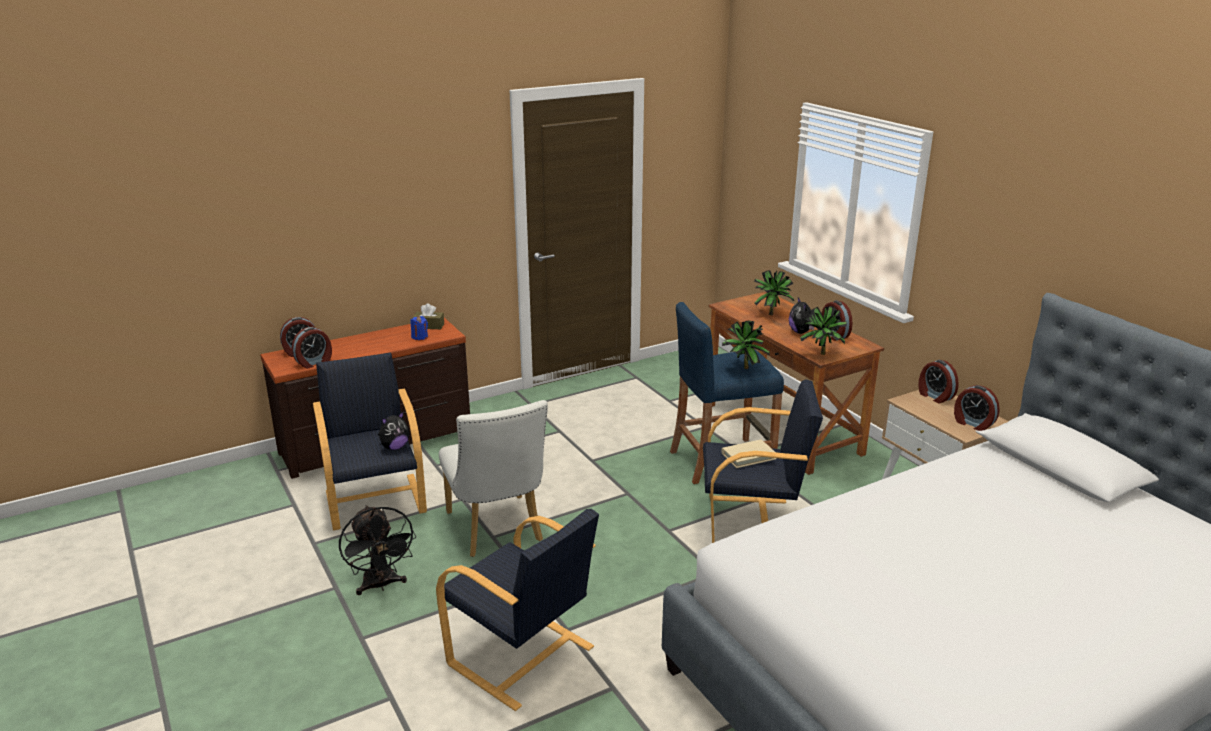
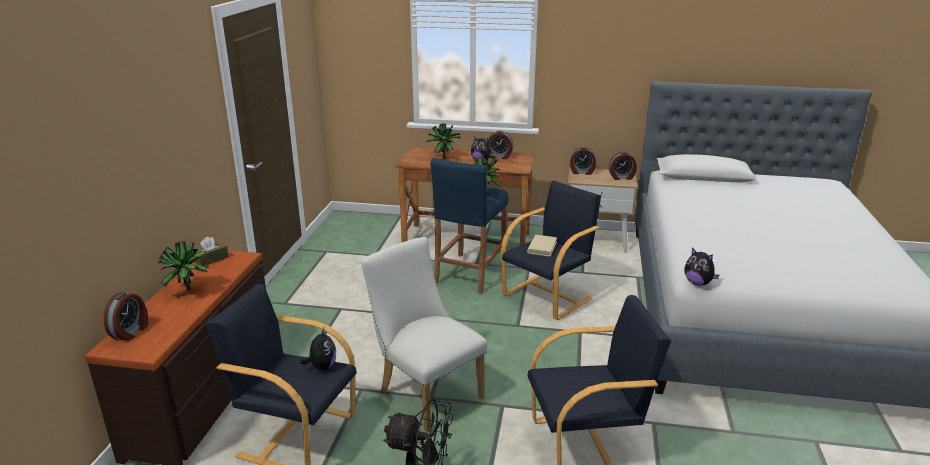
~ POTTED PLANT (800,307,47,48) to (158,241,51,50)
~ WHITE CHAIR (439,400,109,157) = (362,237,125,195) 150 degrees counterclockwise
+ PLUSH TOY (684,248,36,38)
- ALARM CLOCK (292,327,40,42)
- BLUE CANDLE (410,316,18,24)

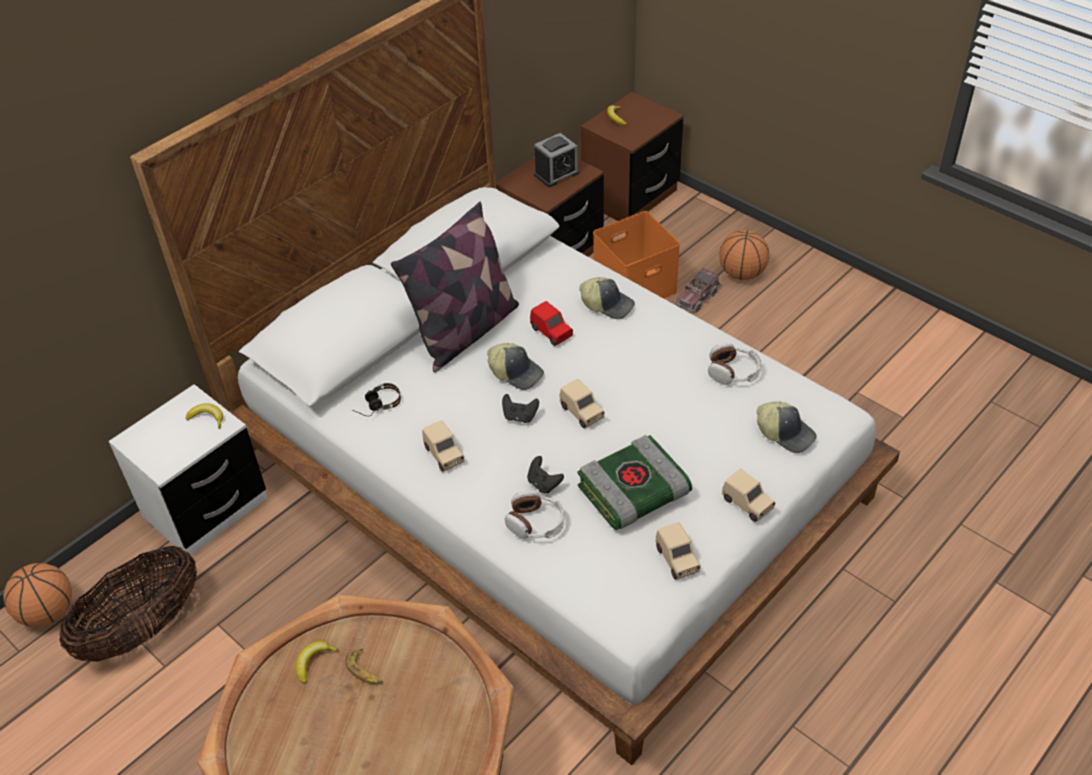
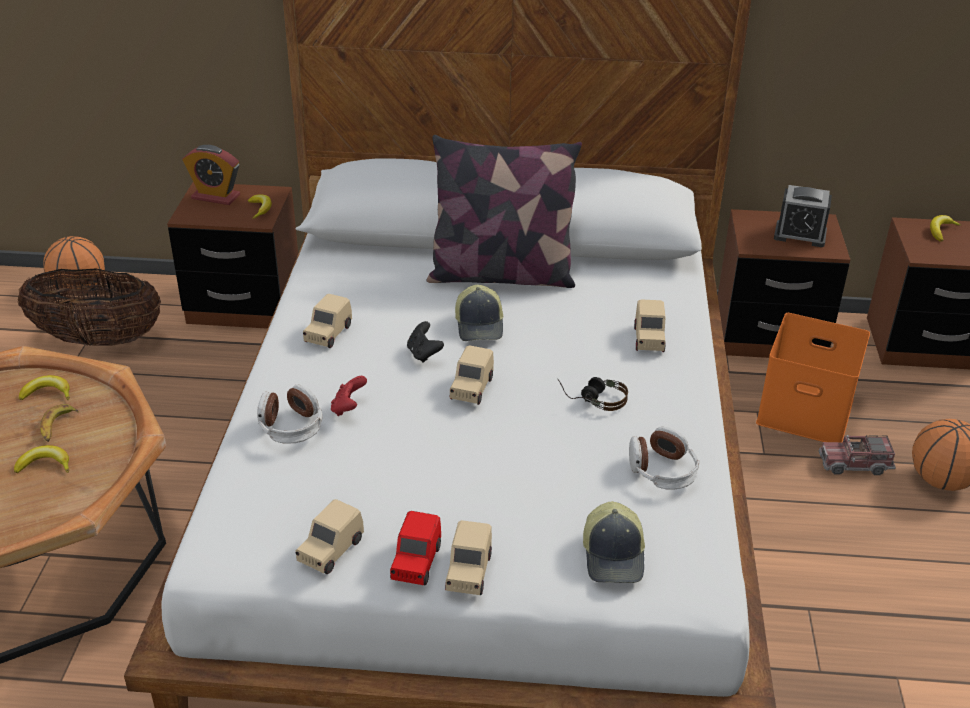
+ BANANA (14,445,55,28)
~ WHITE NIGHTSTAND (109,384,158,172) to BROWN NIGHTSTAND (167,182,131,146)
+ ALARM CLOCK (182,145,58,60)
~ BLACK GAME CONTROLLER (527,456,37,38) to RED GAME CONTROLLER (331,376,36,40)
~ RED TOY CAR (530,301,43,45) to (390,511,51,75)
~ HEADPHONES (352,383,49,33) to (557,377,71,34)
~ CAP (579,277,56,42) to BEIGE TOY CAR (634,299,32,53)
- BOOK (578,435,114,95)

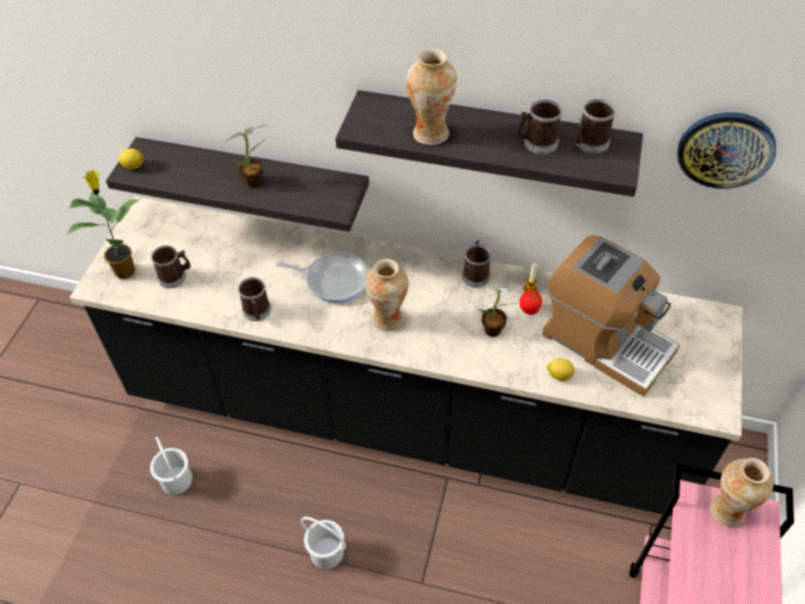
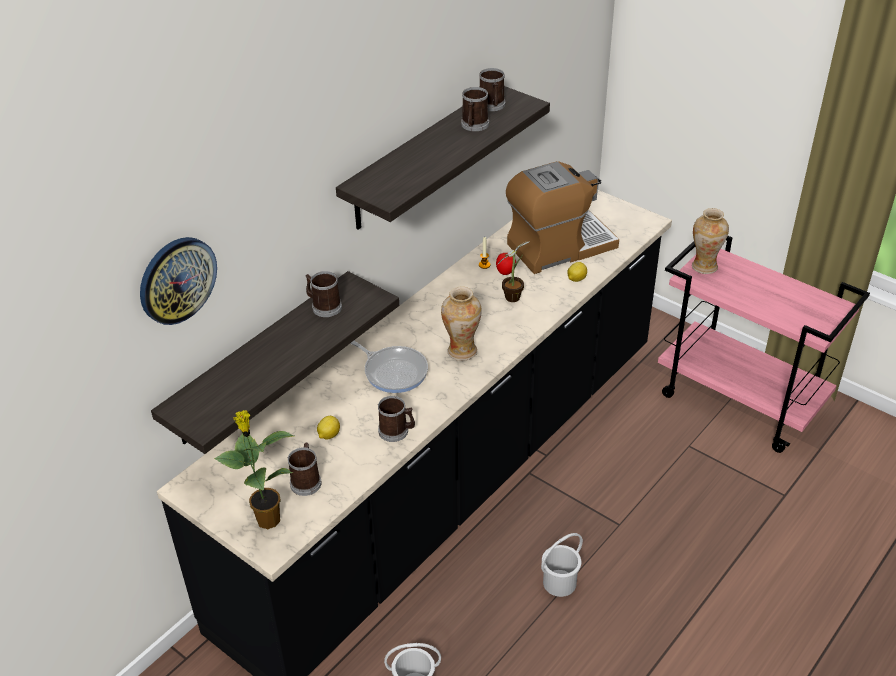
~ WALL CLOCK (677,112,99,77) to (140,237,77,88)
~ MUG (462,240,29,48) to (306,271,36,46)
~ LEMON (118,148,25,21) to (317,416,23,24)
~ FRYING PAN (276,252,93,51) = (350,341,78,52) 90 degrees clockwise
- POTTED PLANT (225,125,42,63)
- VASE (406,48,51,97)

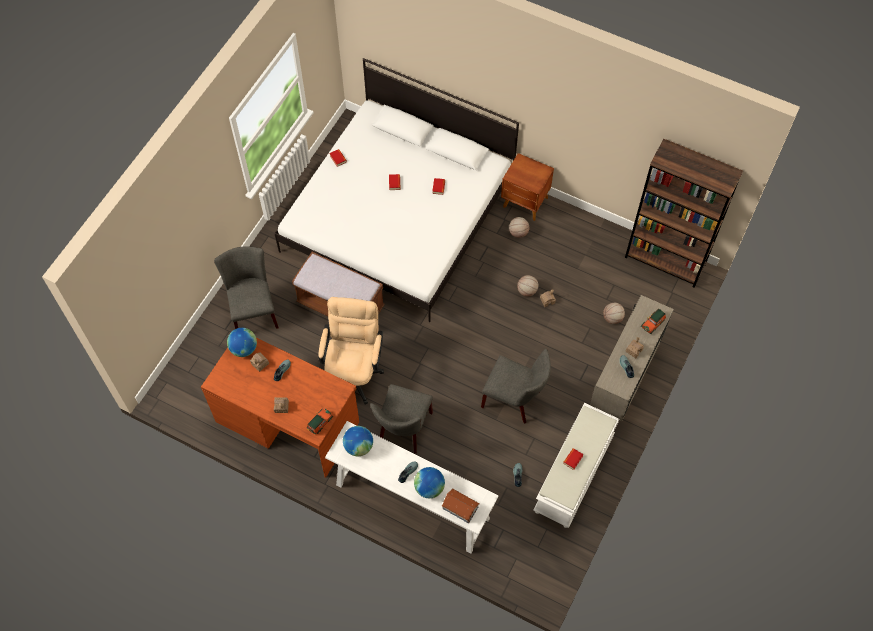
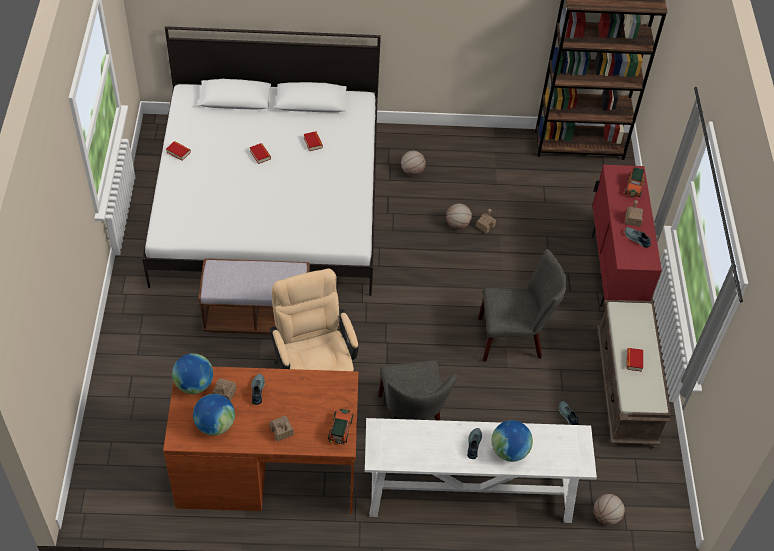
~ GLOBE (343,426,30,30) to (193,394,42,42)
~ BEIGE CABINET (590,295,84,127) to RED CABINET (591,165,71,142)
~ BASKETBALL (603,303,22,21) to (594,494,31,31)
~ WHITE BENCH (533,403,87,125) to BROWN BENCH (597,300,74,148)
- GREY CHAIR (214,247,65,82)
- TOY HOUSE (442,488,38,35)
- BROWN NIGHTSTAND (501,153,53,68)

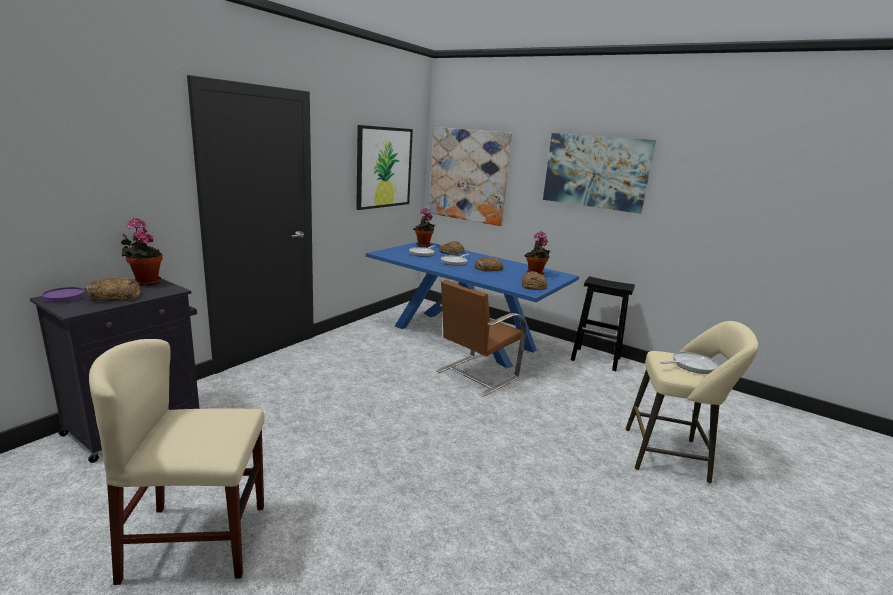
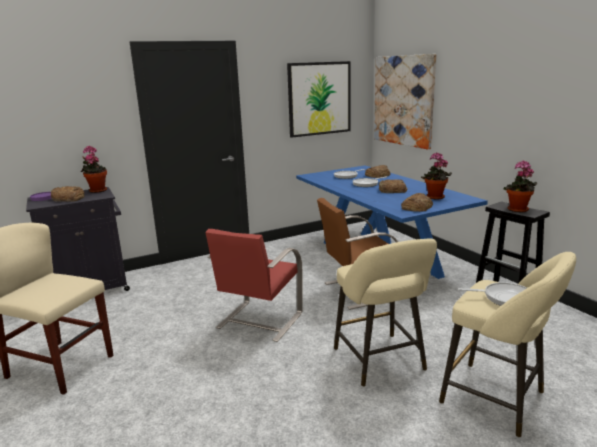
+ RED CHAIR (205,229,98,113)
+ BEIGE STOOL (334,238,103,149)
~ POTTED PLANT (413,208,22,39) to (503,160,34,52)
- PICTURE (543,133,113,81)

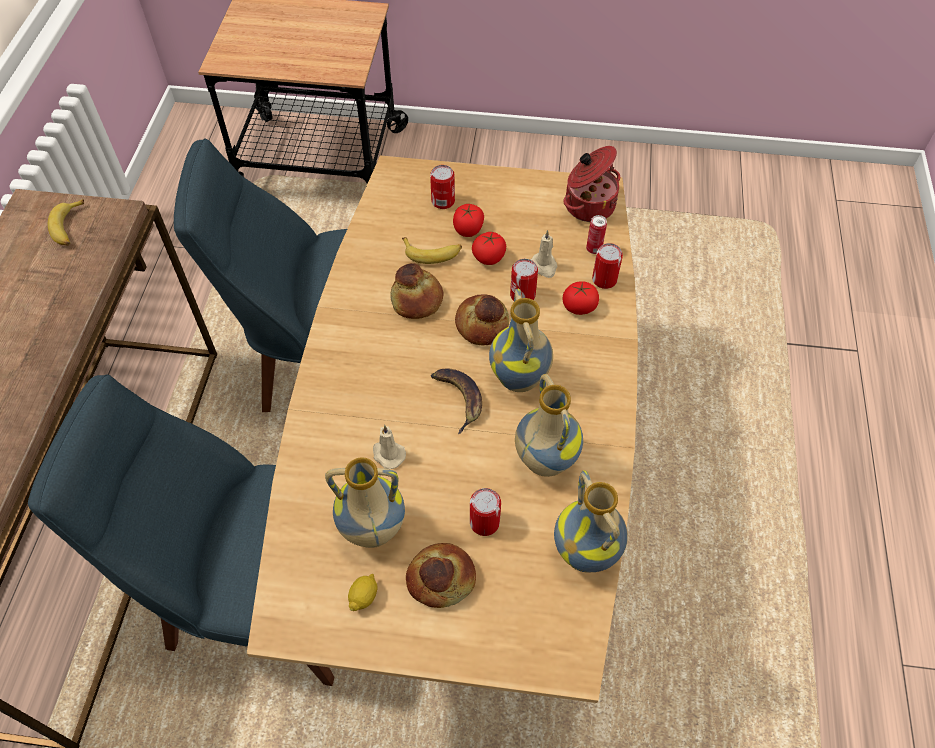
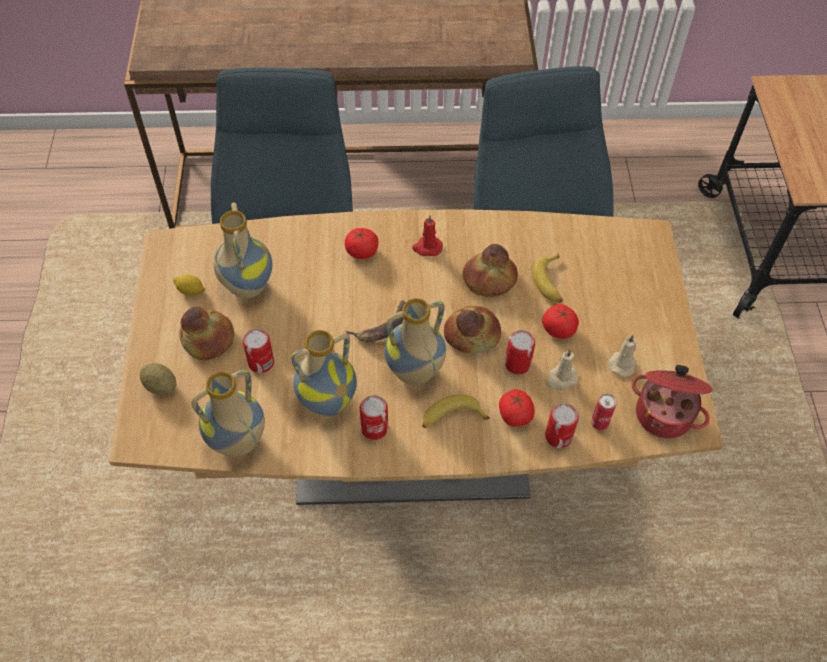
+ POTATO (140,363,36,32)
~ TOMATO (453,204,31,33) to (345,228,33,31)
~ CAN (430,165,25,44) to (360,395,28,45)
+ RED CANDLE (412,215,31,41)
~ BANANA (48,199,36,47) to (422,394,68,34)
~ BEIGE CANDLE (373,425,33,44) to (608,335,29,42)

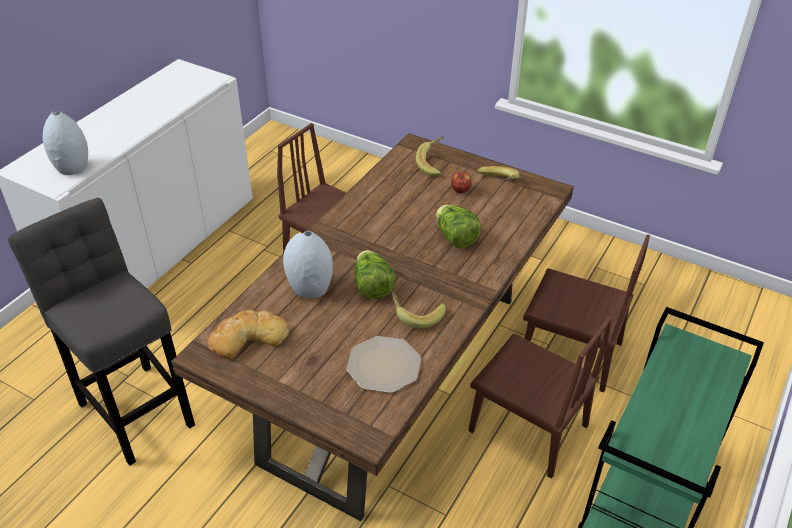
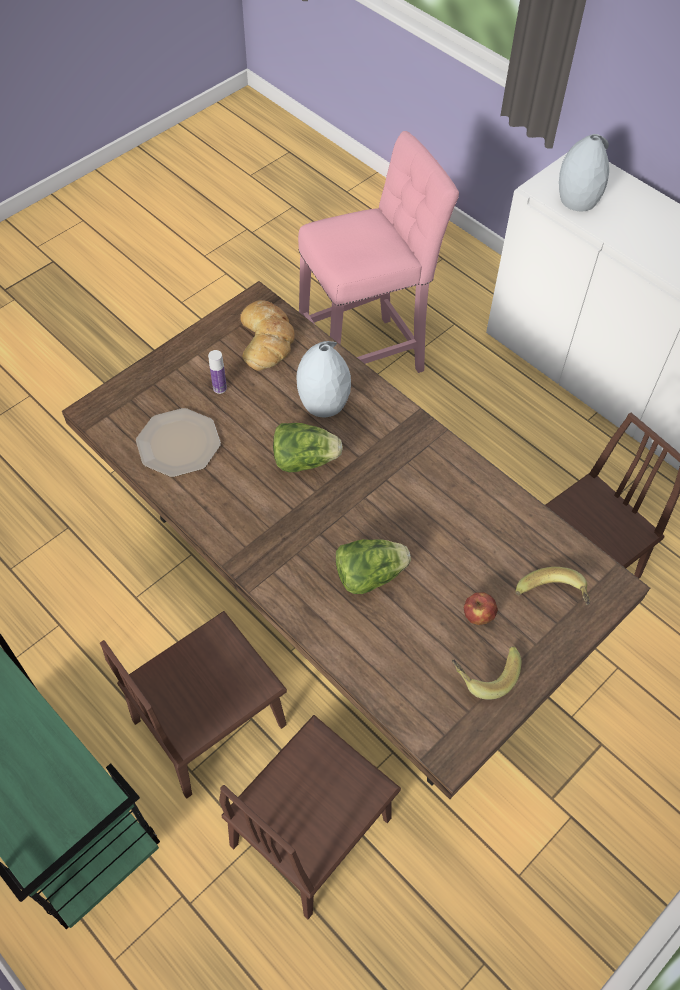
+ BOTTLE (208,350,19,44)
~ GREY STOOL (8,198,187,268) to PINK STOOL (298,131,161,242)
- BANANA (392,291,54,38)

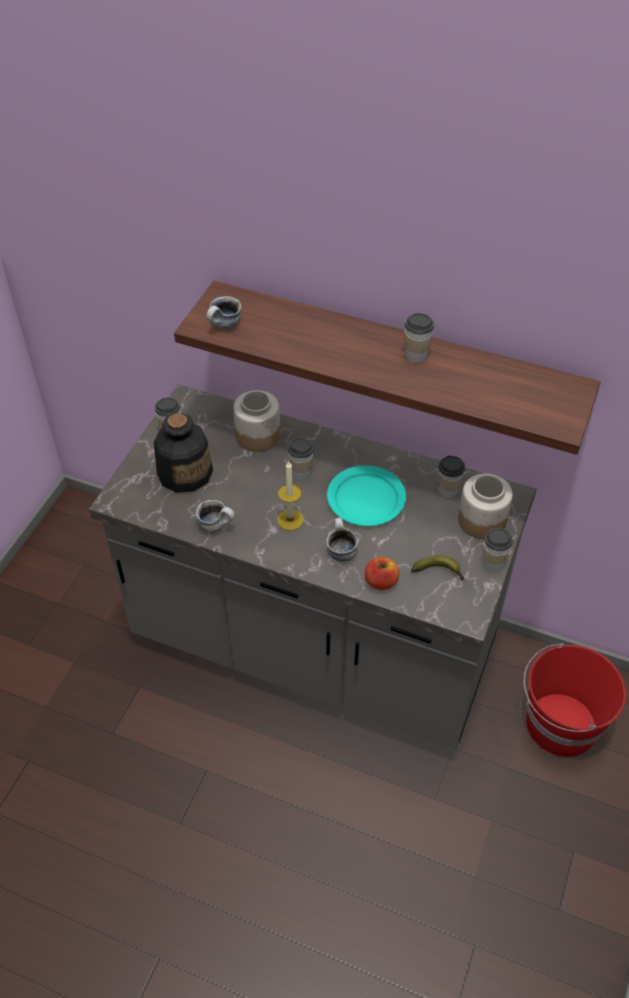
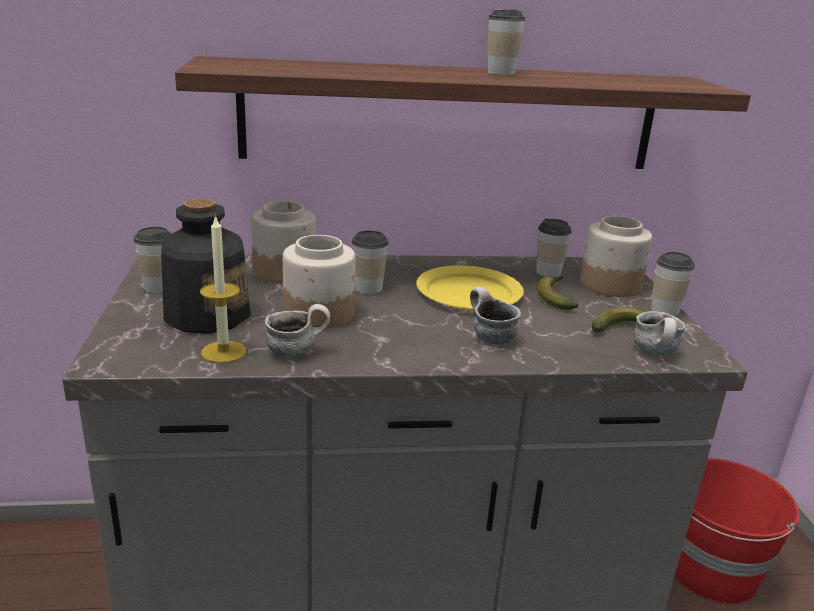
~ CANDLE (277,461,27,70) to (200,214,46,149)
+ JAR (283,235,72,94)
~ TURQUOISE PLATE (327,465,79,61) to YELLOW PLATE (416,265,108,46)
+ BANANA (537,276,41,34)
~ MUG (206,296,35,33) to (634,311,52,44)
- APPLE (365,557,34,33)

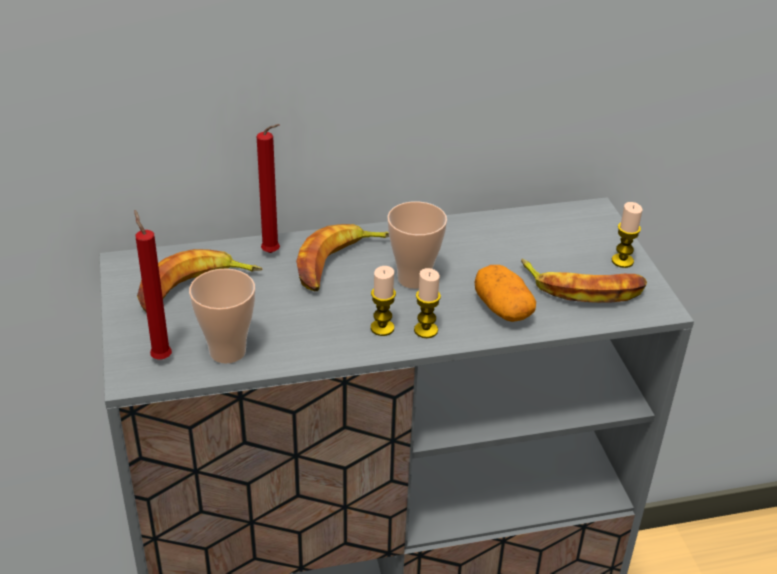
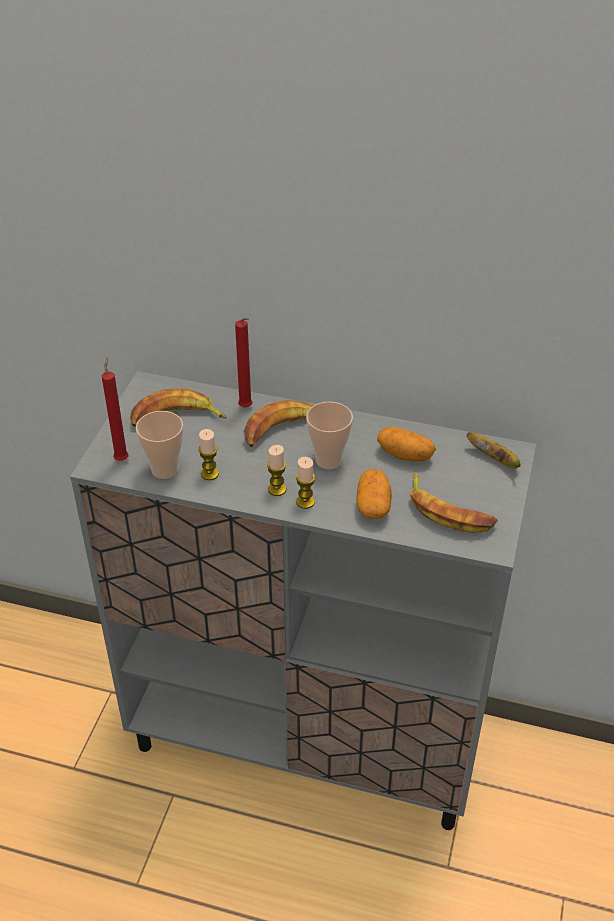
~ CANDLE (612,202,30,66) to (198,429,21,51)
+ POTATO (377,427,59,35)
+ BANANA (467,432,54,37)

